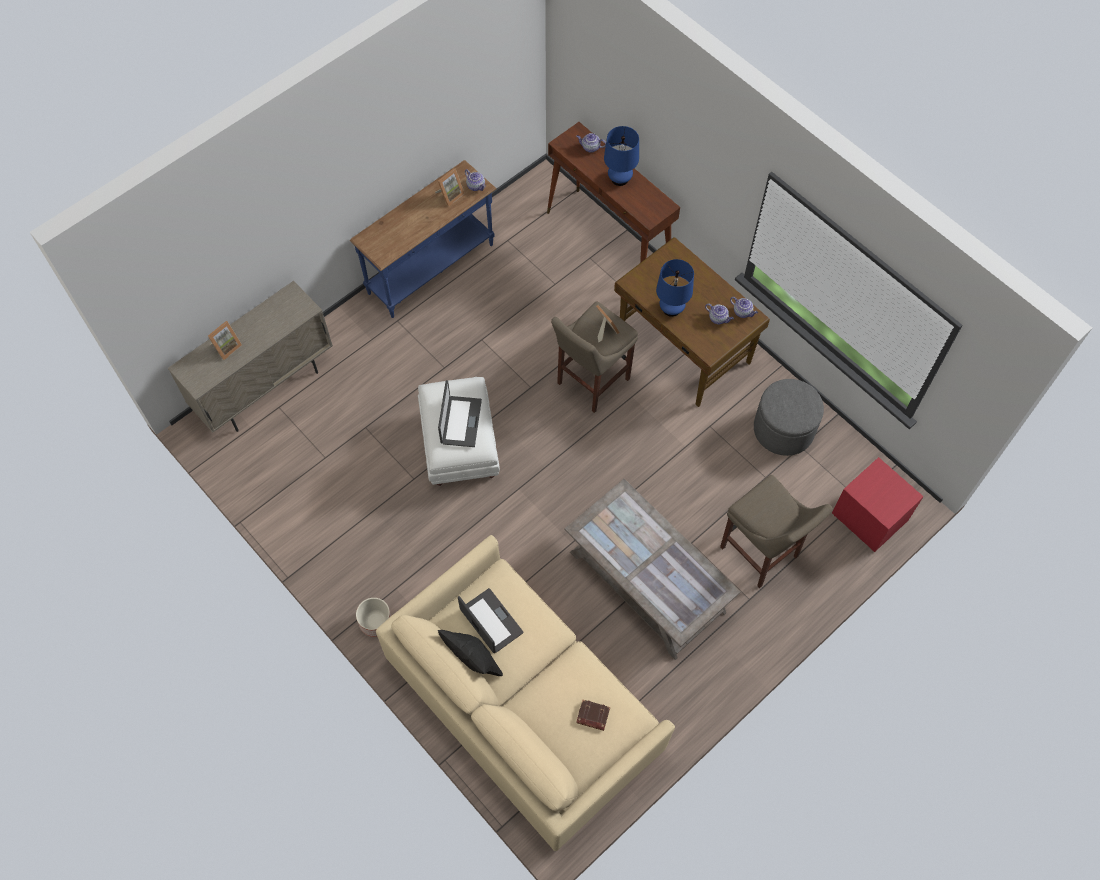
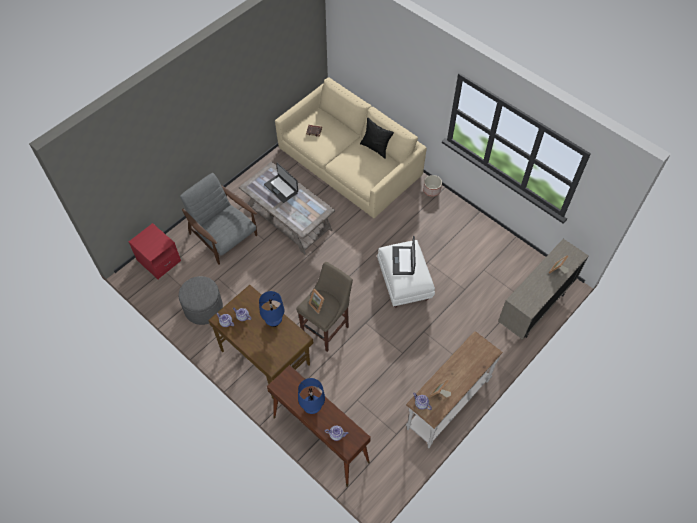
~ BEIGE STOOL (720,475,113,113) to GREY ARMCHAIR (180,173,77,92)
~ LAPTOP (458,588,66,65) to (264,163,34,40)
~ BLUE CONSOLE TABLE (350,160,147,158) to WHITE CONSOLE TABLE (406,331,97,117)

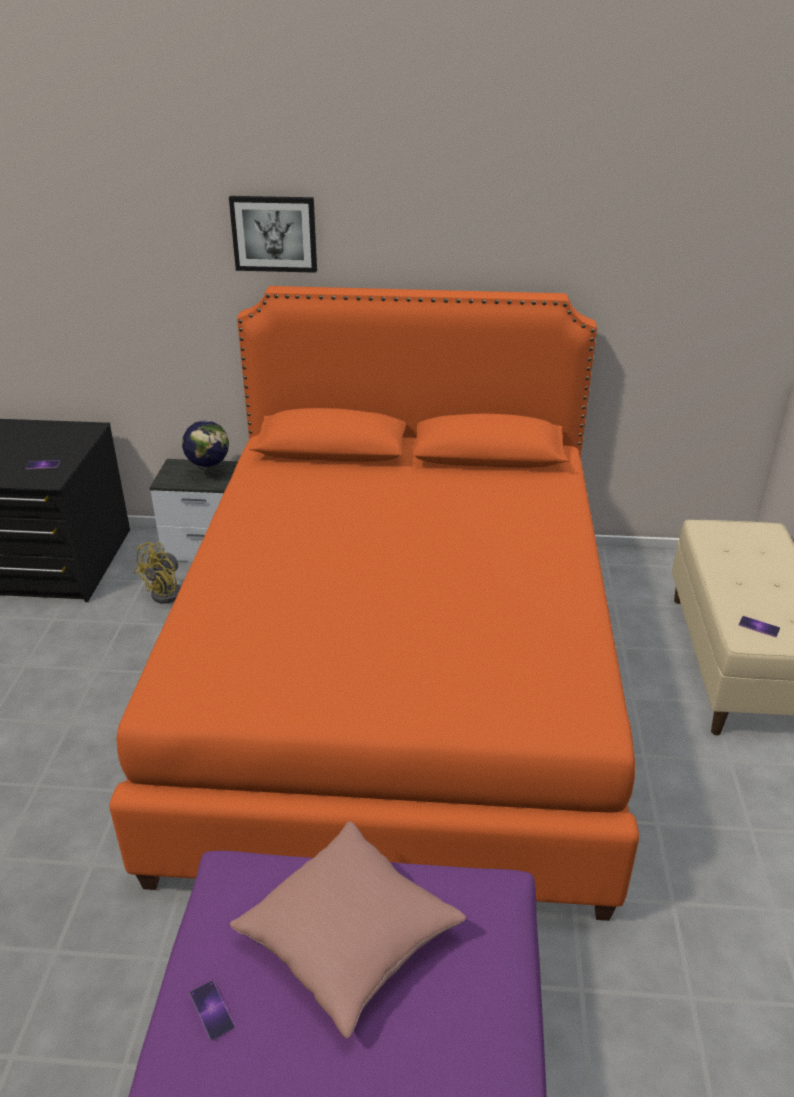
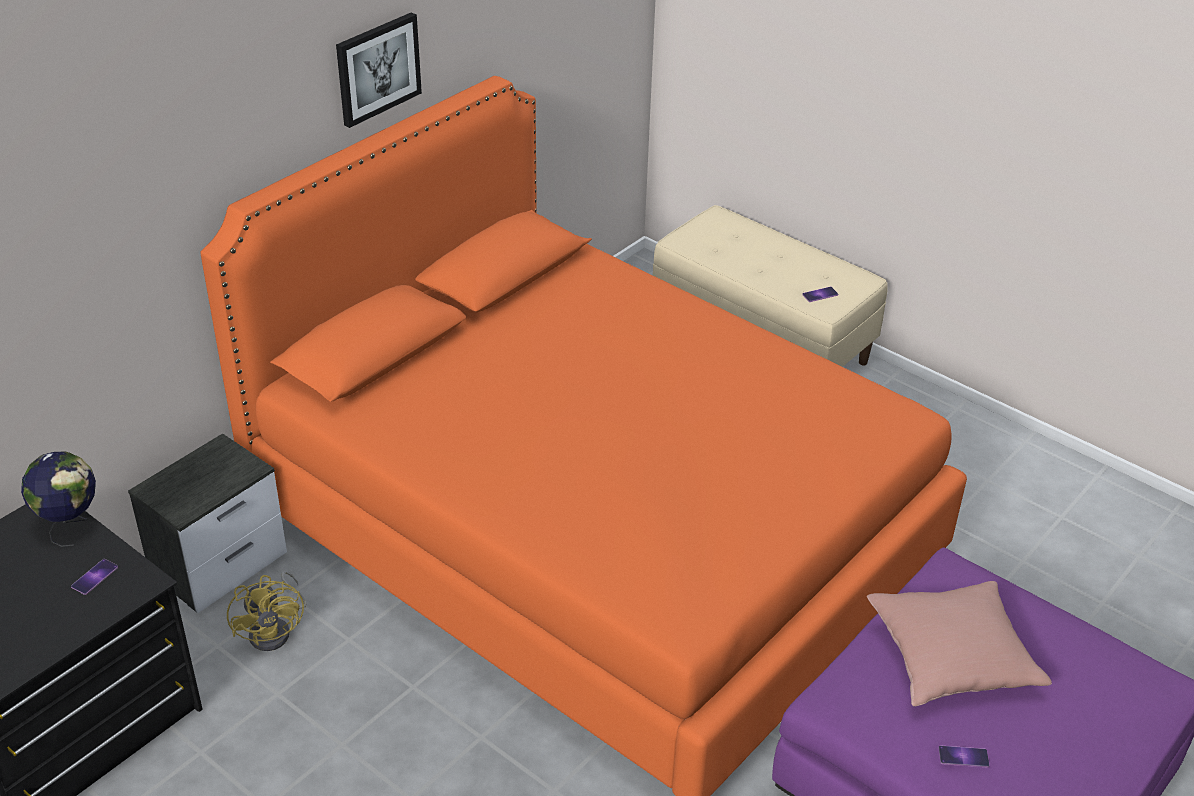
~ GLOBE (182,420,47,64) to (21,452,75,95)
~ PICTURE (229,196,88,77) to (336,12,86,116)

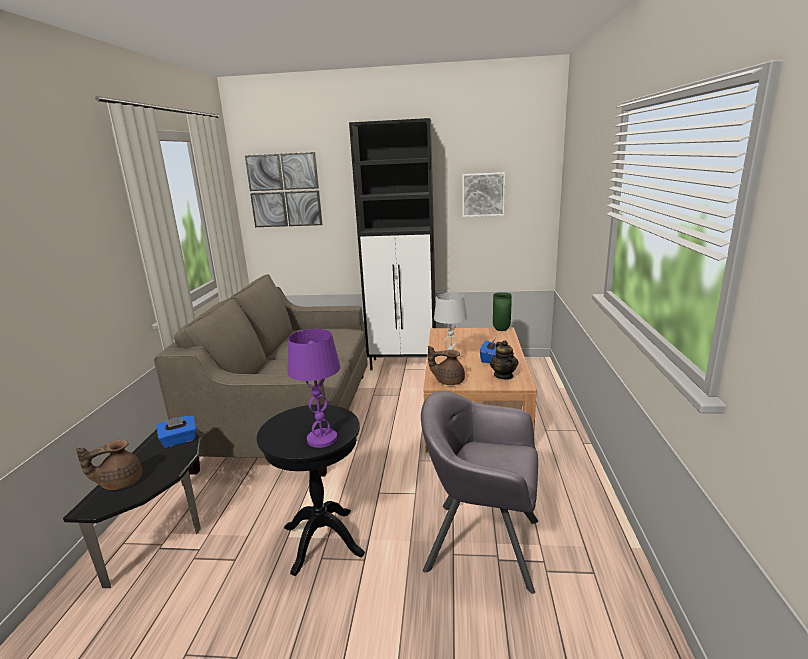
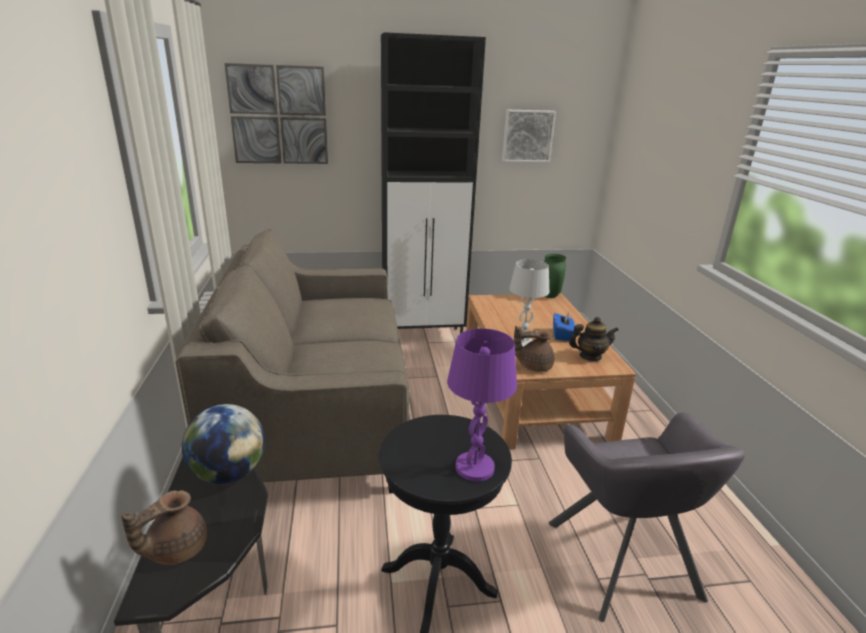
~ BLUE TISSUE BOX (156,416,40,32) to GLOBE (182,404,83,80)
~ GREY ARMCHAIR (421,391,117,203) = (549,412,196,210) 105 degrees counterclockwise
~ TEAPOT (490,340,28,40) = (569,317,50,44) 75 degrees counterclockwise

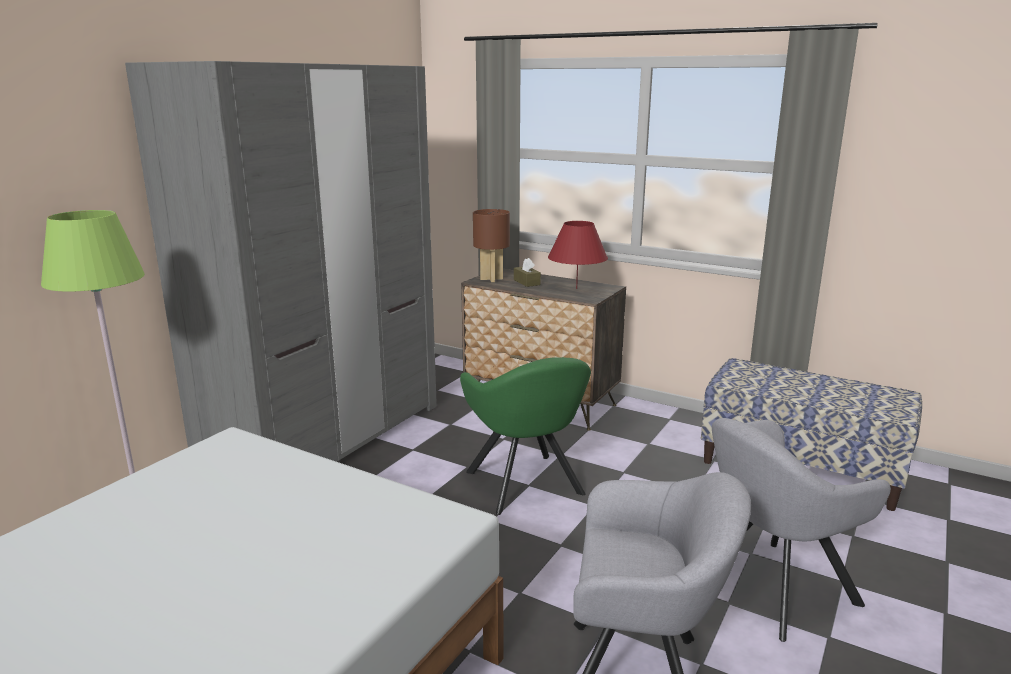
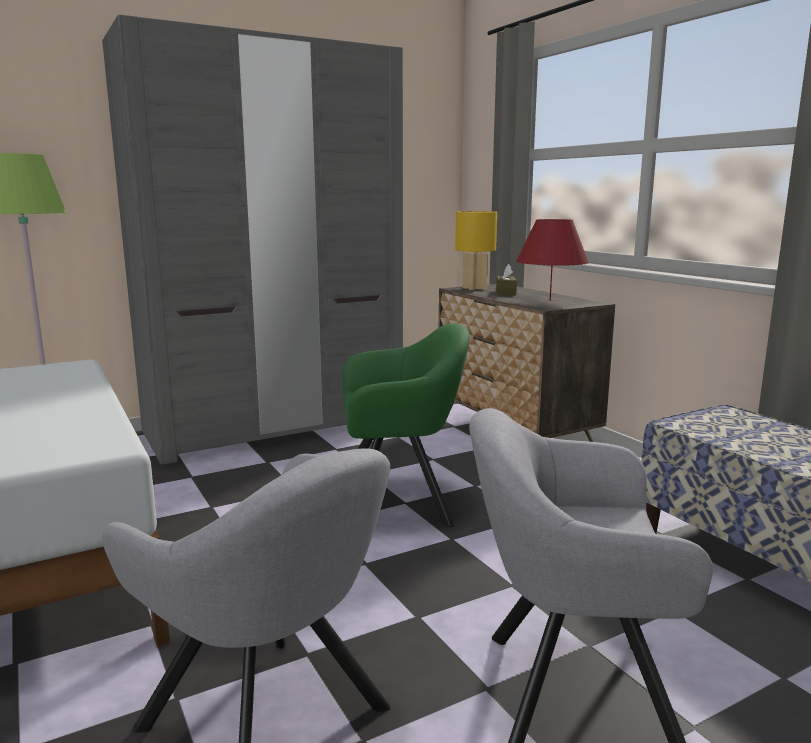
~ GREEN ARMCHAIR (460,357,131,158) = (343,324,127,203) 105 degrees counterclockwise
~ BROWN TABLE LAMP (473,209,37,73) to YELLOW TABLE LAMP (455,211,42,79)

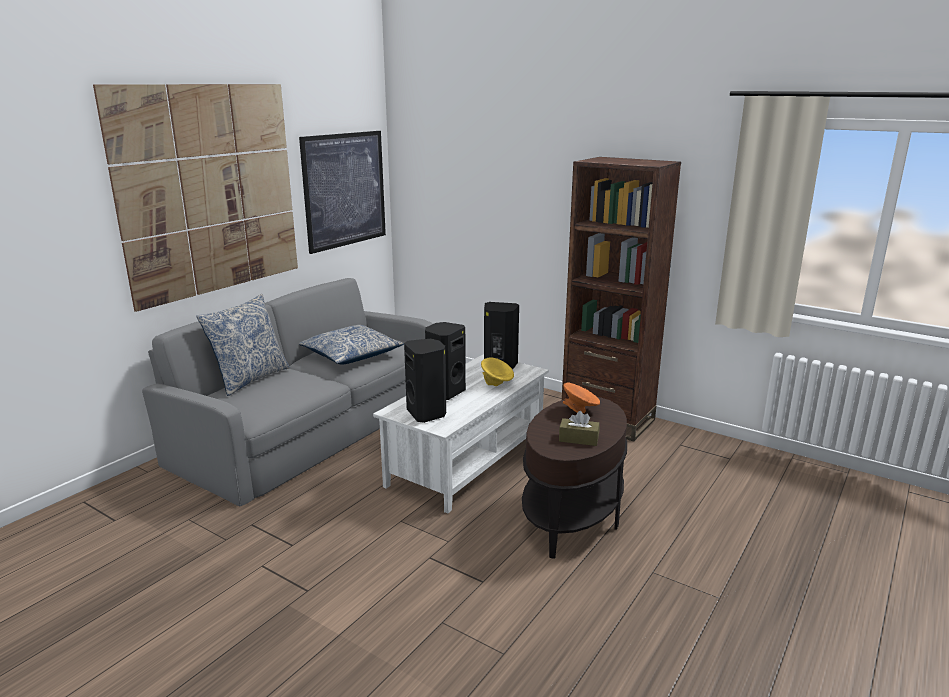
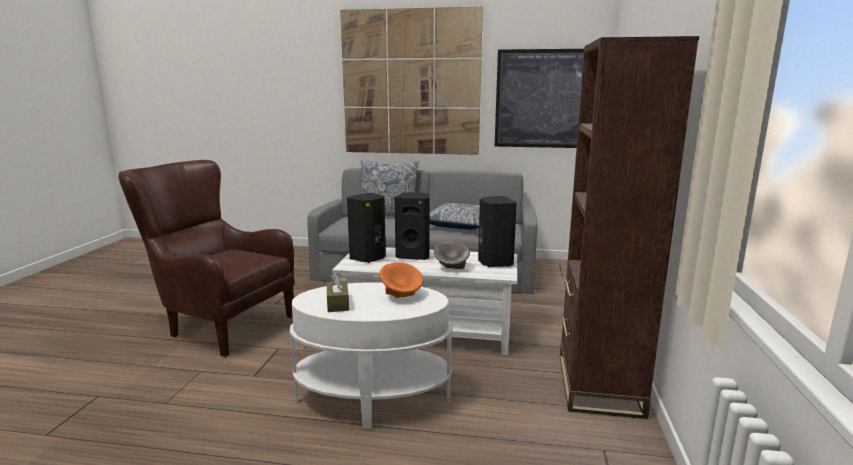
+ BROWN ARMCHAIR (118,160,177,197)
~ BROWN SIDE TABLE (522,397,105,162) to WHITE SIDE TABLE (289,282,164,147)
~ YELLOW BOWL (481,358,33,28) to GREY BOWL (434,240,36,29)

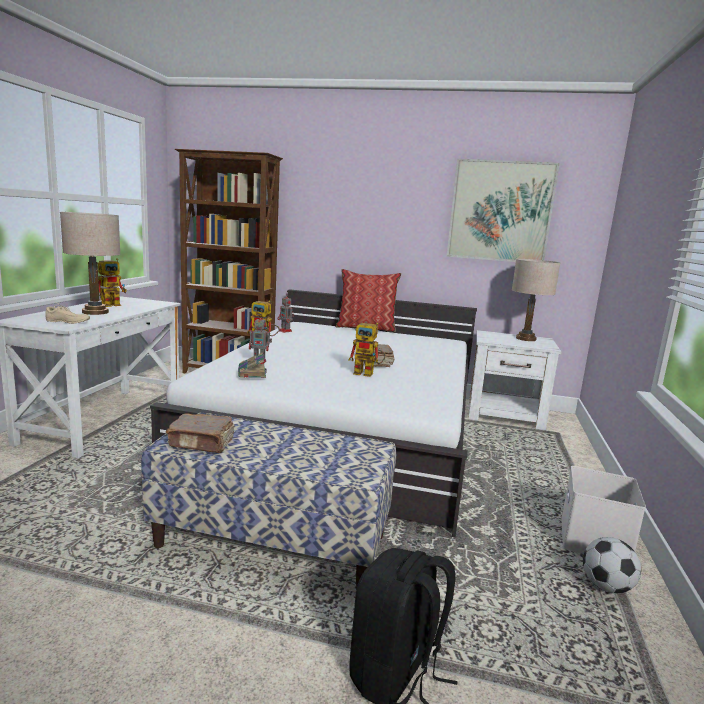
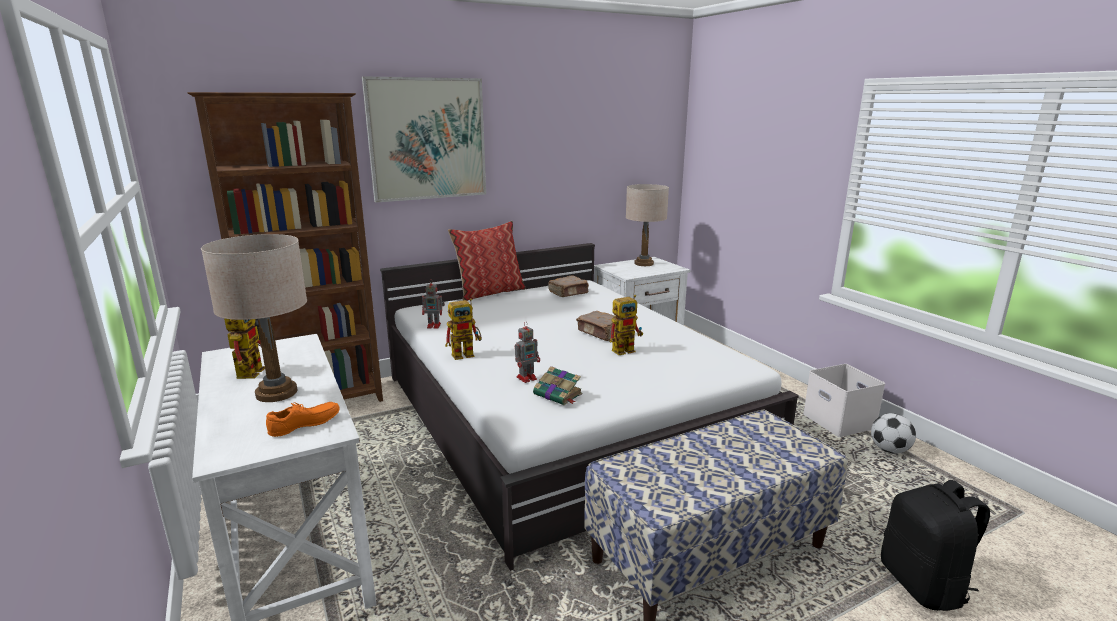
~ BEIGE SHOE (45,301,45,23) to ORANGE SHOE (266,402,74,35)
~ PICTURE (447,158,113,104) to (362,76,124,127)
~ BROWN BOOK (166,413,69,40) to (548,276,41,21)

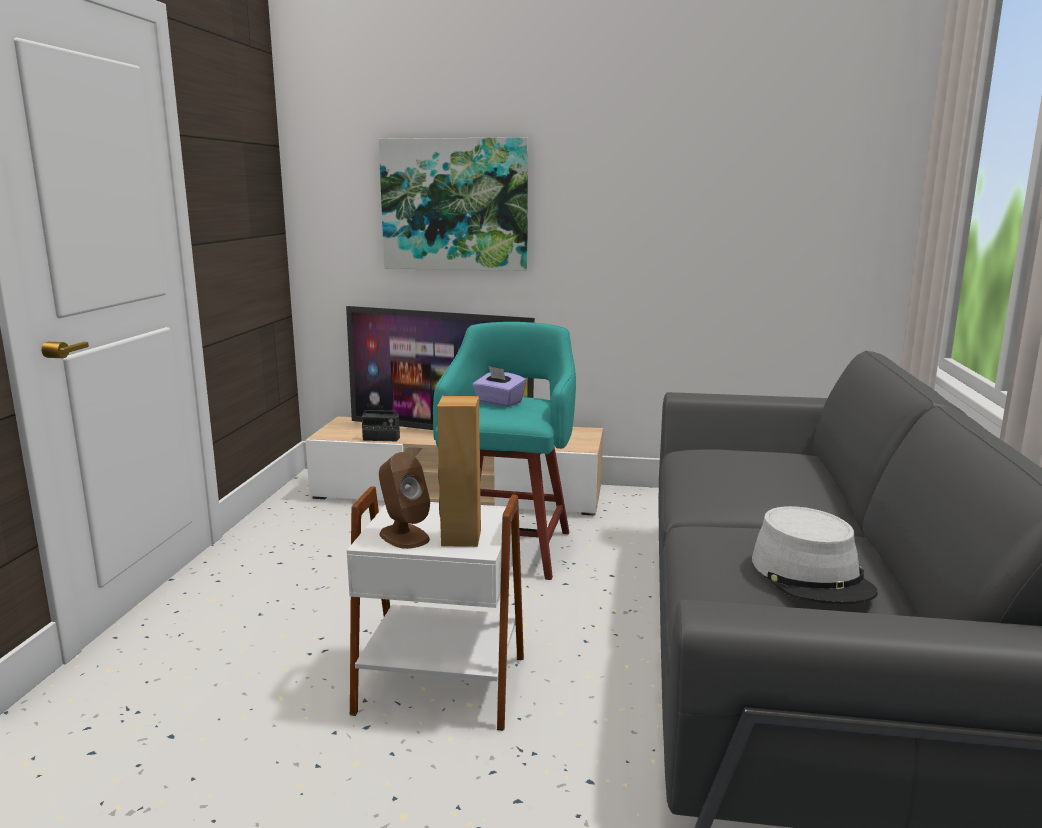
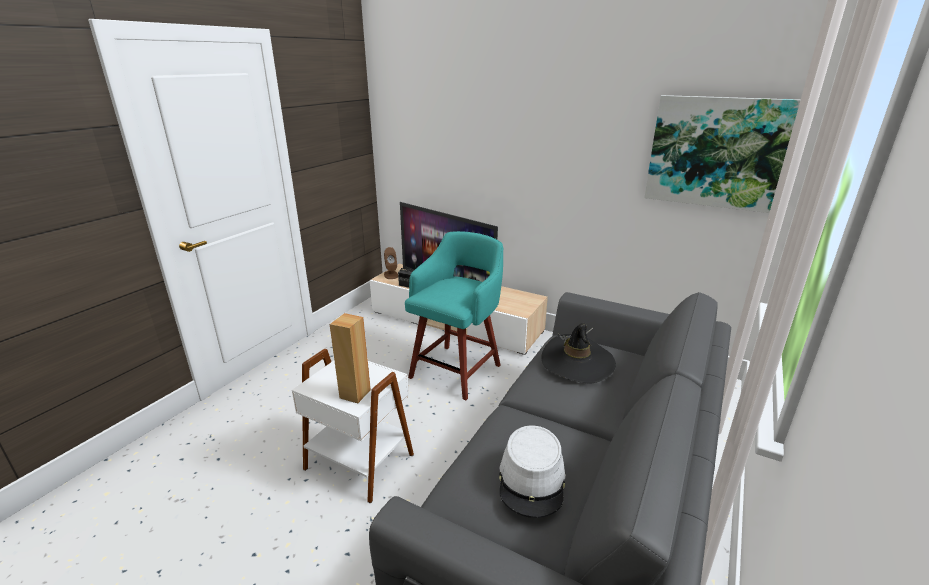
~ BROWN SPEAKER (379,452,51,97) to (384,247,14,32)
+ BLACK HAT (542,323,74,61)
~ PICTURE (379,137,149,134) to (644,95,156,118)
- PURPLE TISSUE BOX (473,366,53,41)

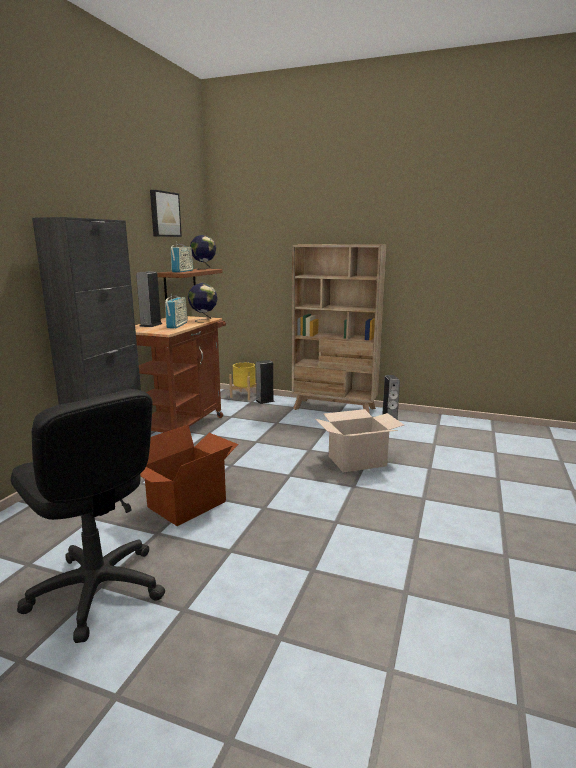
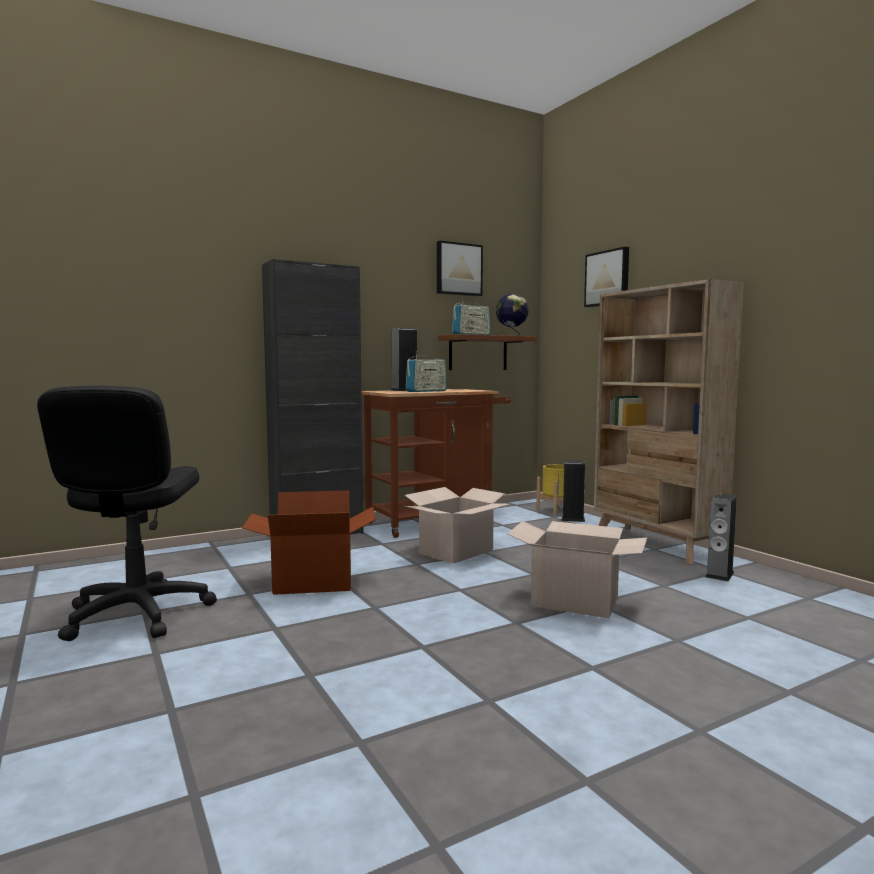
+ CARDBOARD BOX (404,487,106,77)
+ PICTURE (584,247,45,60)
- GLOBE (188,283,29,39)

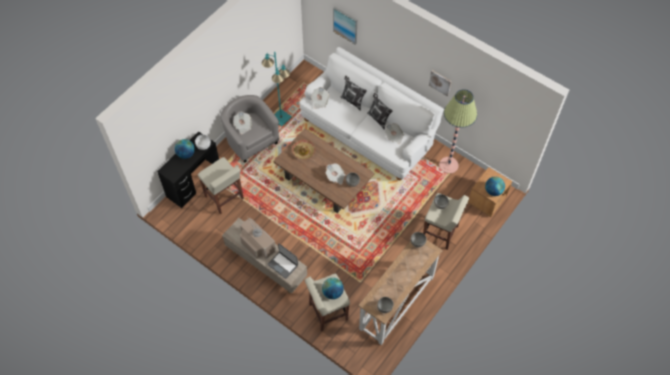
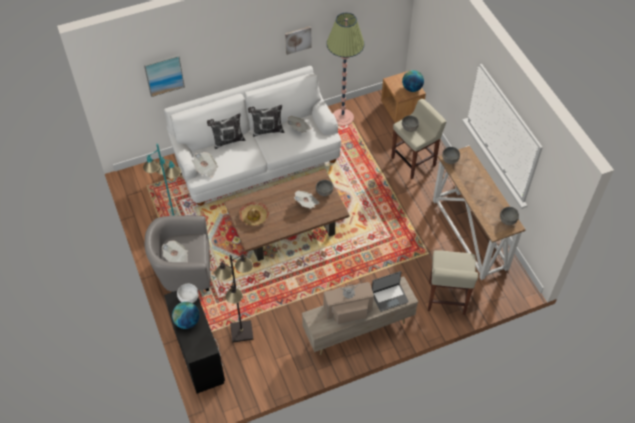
~ BEIGE STOOL (198,157,46,58) to BLACK FLOOR LAMP (215,254,39,89)
- GLOBE (322,278,22,21)

